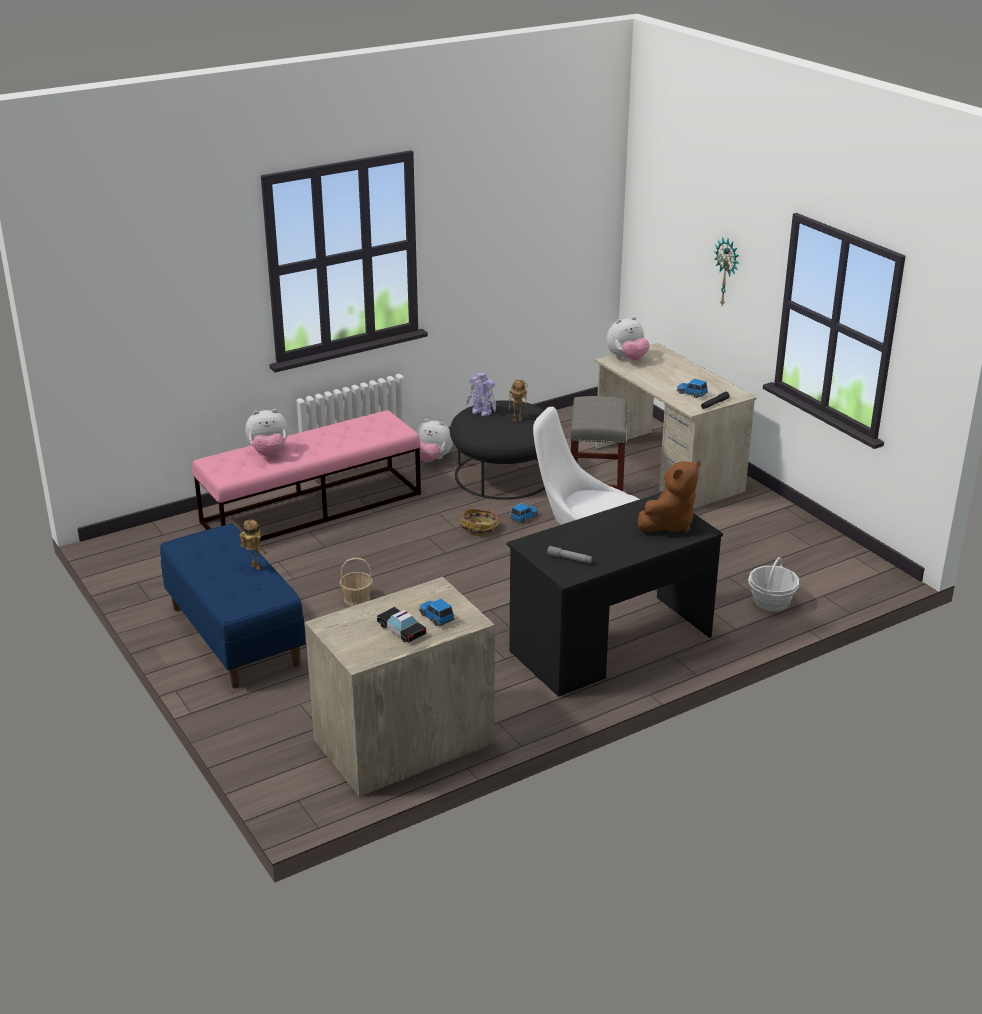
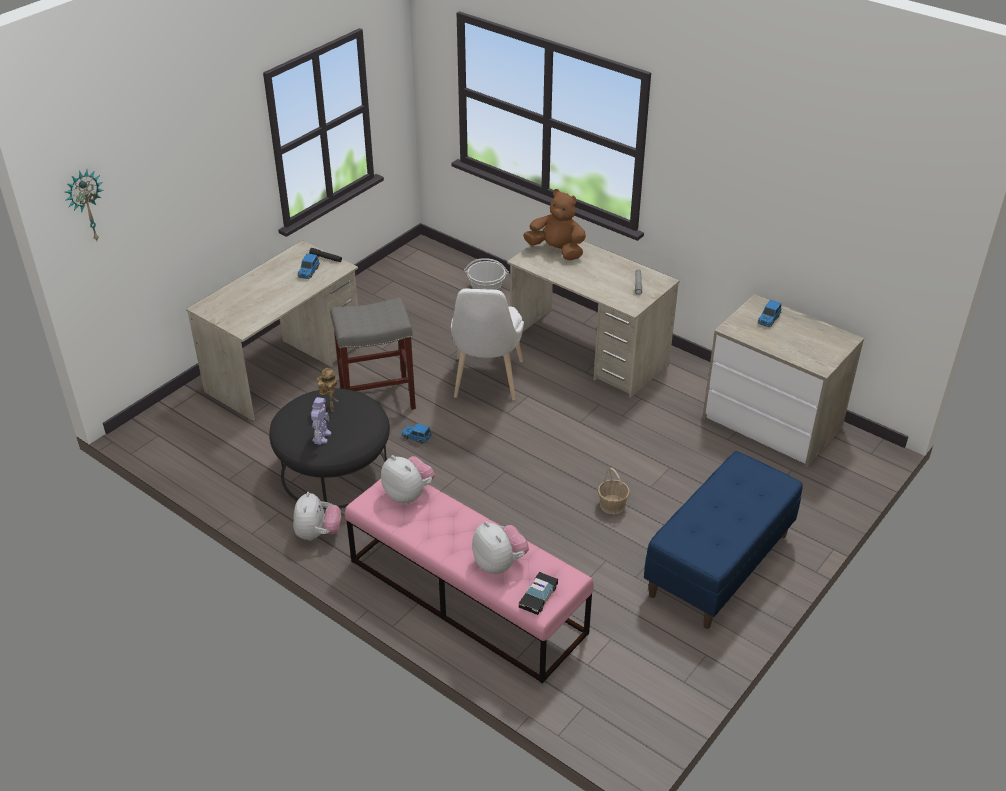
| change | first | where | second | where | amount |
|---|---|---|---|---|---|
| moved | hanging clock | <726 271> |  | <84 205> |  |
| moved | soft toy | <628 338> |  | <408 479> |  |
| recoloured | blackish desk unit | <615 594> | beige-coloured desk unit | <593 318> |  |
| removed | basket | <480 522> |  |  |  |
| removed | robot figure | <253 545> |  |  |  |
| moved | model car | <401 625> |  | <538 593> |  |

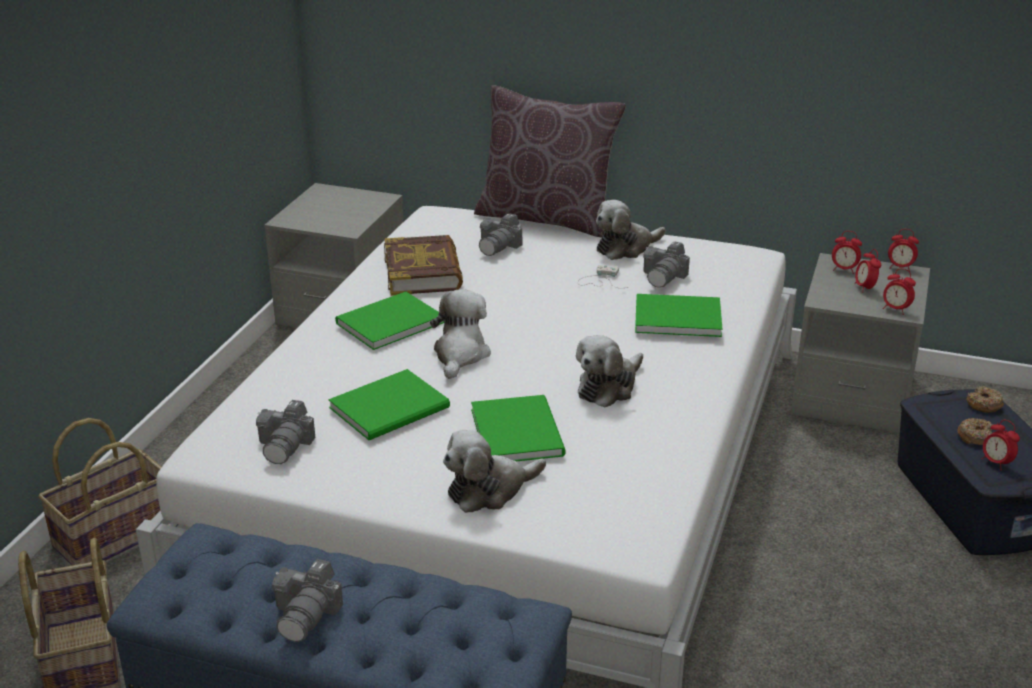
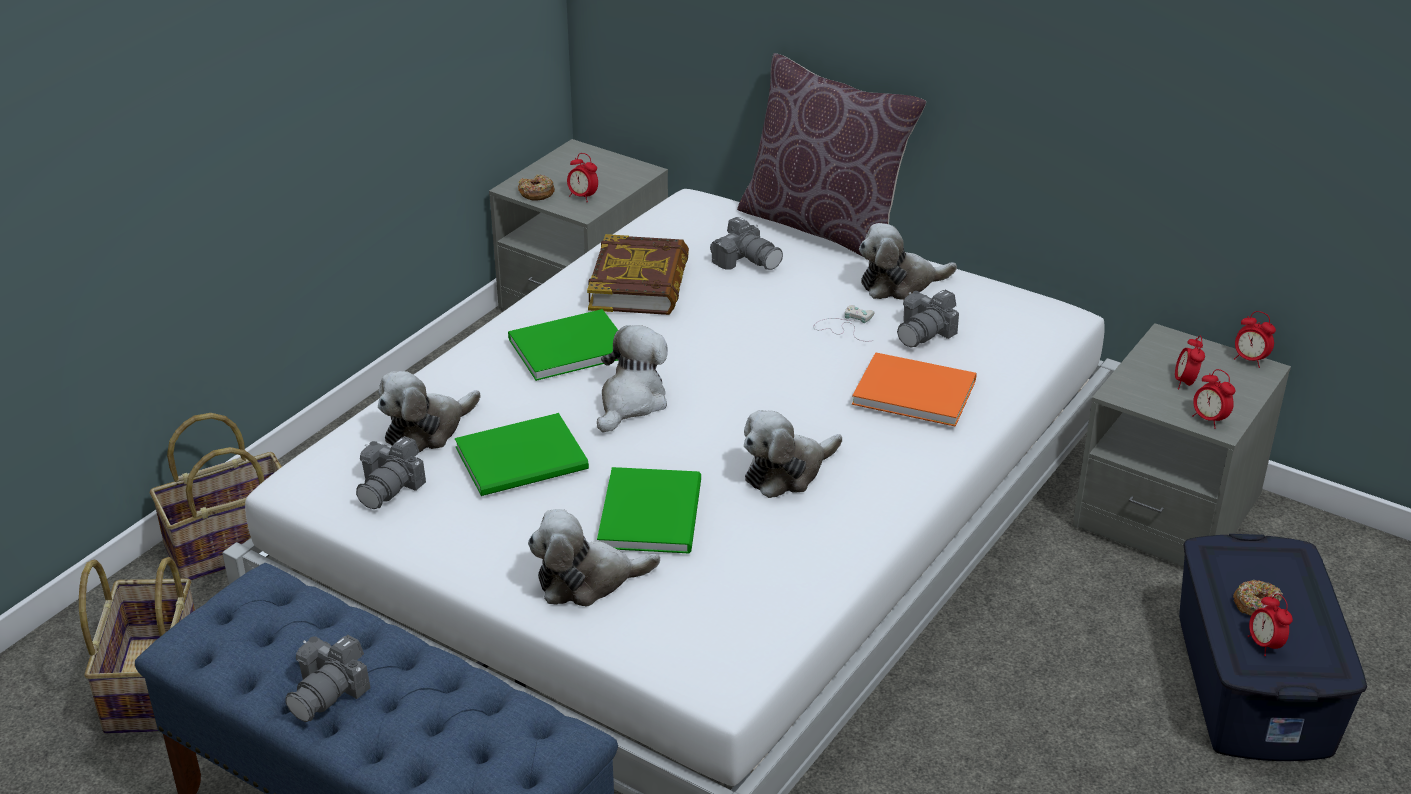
| change | first | where | second | where | amount |
|---|---|---|---|---|---|
| turned | photo camera | <500 234> |  | <746 243> | 90 degrees counterclockwise |
| moved | bedside clock | <847 252> |  | <582 177> |  |
| recoloured | green-coloured bound book | <678 315> | orangey bound book | <914 389> |  |
| moved | doughnut | <985 399> |  | <536 187> |  |
| added |  |  | soft toy | <429 411> |  |

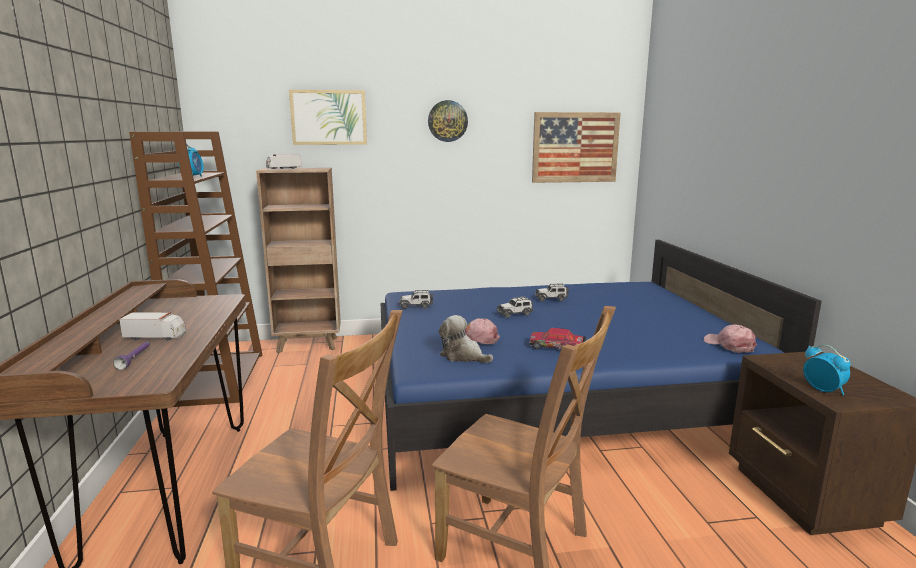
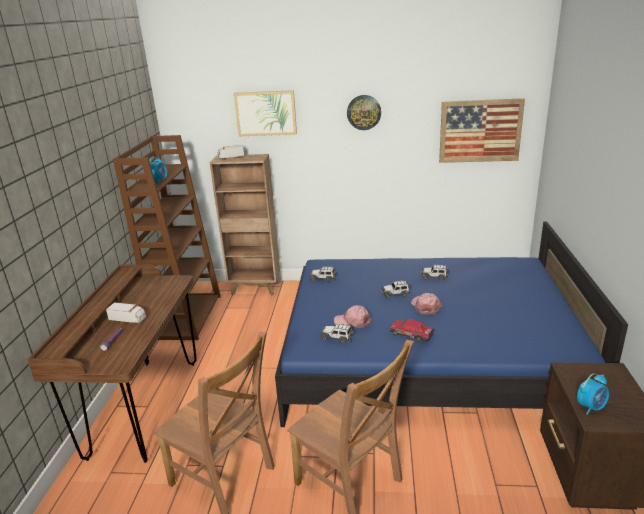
| change | first | where | second | where | amount |
|---|---|---|---|---|---|
| replaced | soft toy | <466 339> | model car | <337 333> |  |
| moved | pink-coloured peaked cap | <730 339> |  | <426 304> |  |
| turned | bedside clock | <827 370> |  | <593 394> | 75 degrees clockwise |

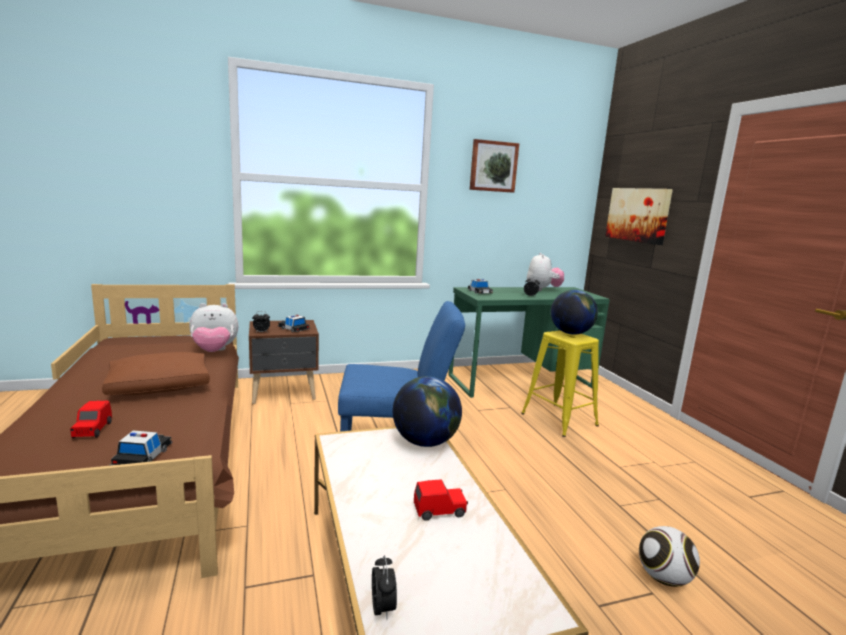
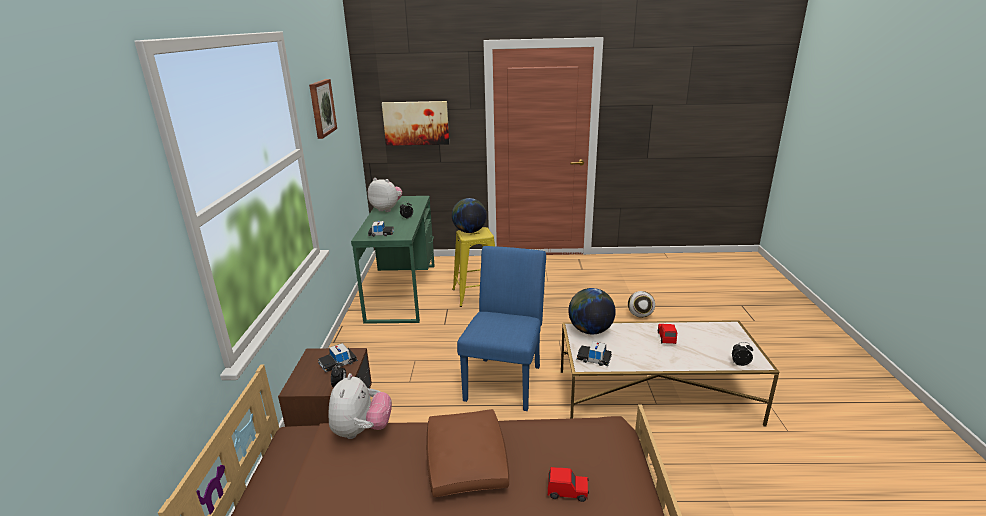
| change | first | where | second | where | amount |
|---|---|---|---|---|---|
| moved | model car | <141 448> |  | <594 353> |  |

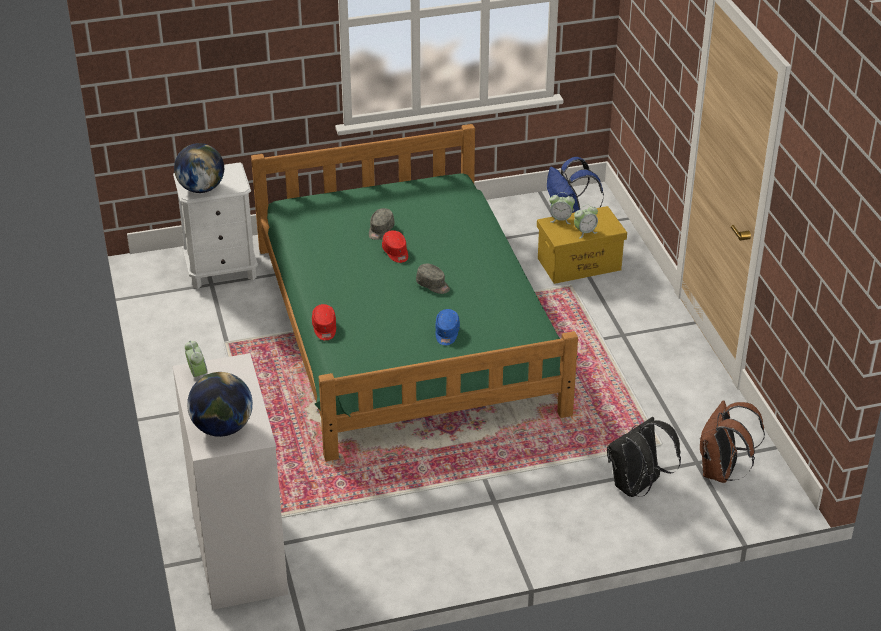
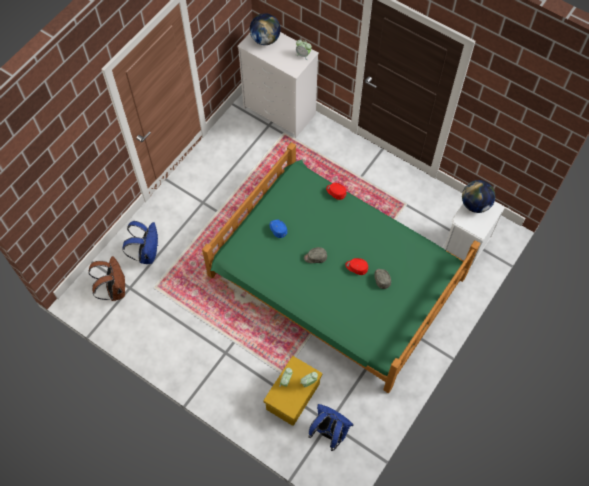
| change | first | where | second | where | amount |
|---|---|---|---|---|---|
| recoloured | blackish rucksack | <644 457> | blue-coloured rucksack | <140 242> |  |

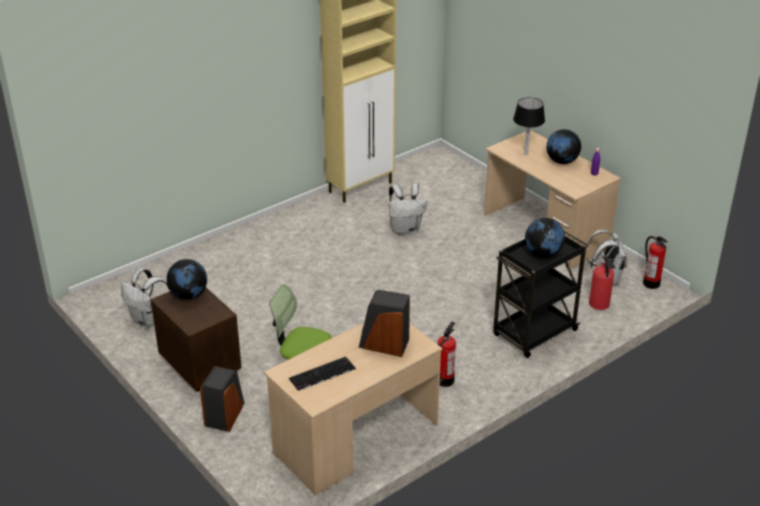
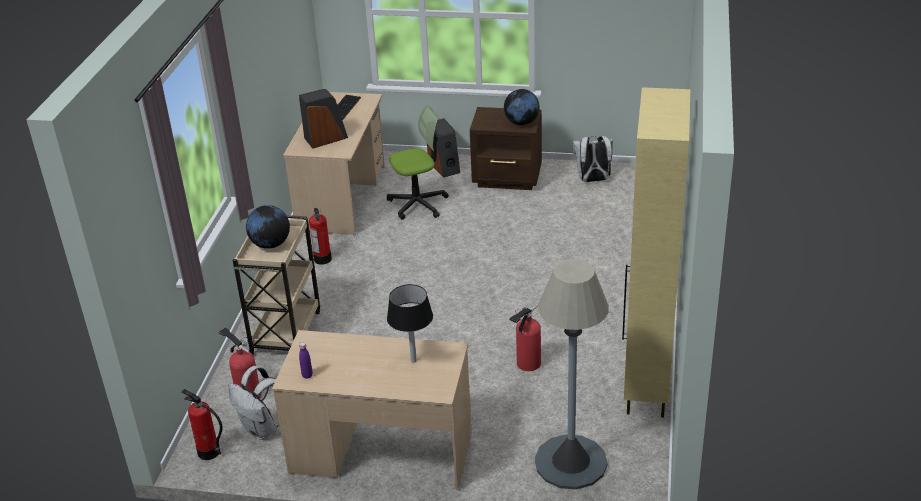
| change | first | where | second | where | amount |
|---|---|---|---|---|---|
| removed | globe | <563 146> |  |  |  |
| replaced | white-coloured rucksack | <408 209> | extinguisher | <525 337> |  |
| recoloured | blackish trolley | <540 294> | beige-coloured trolley | <276 285> |  |
| added |  |  | greyish floor lamp | <572 374> |  |

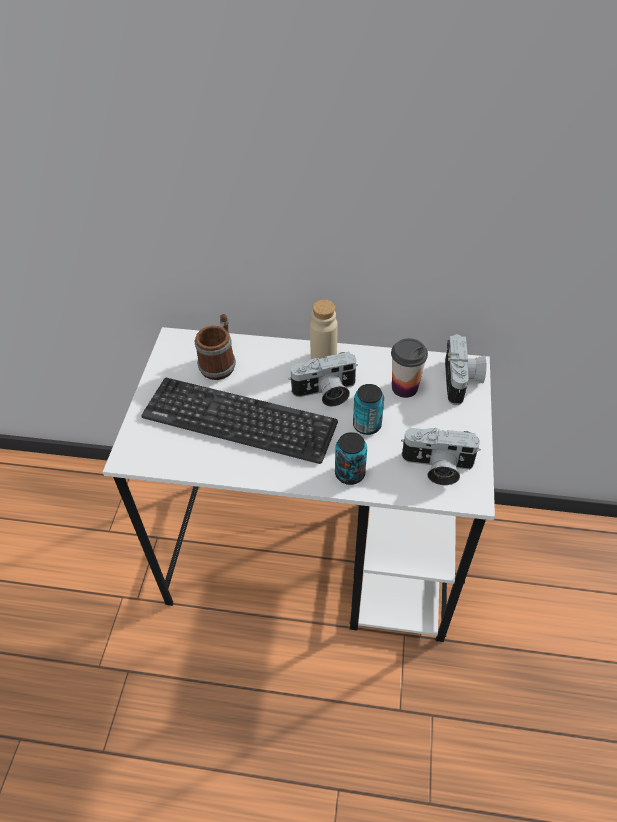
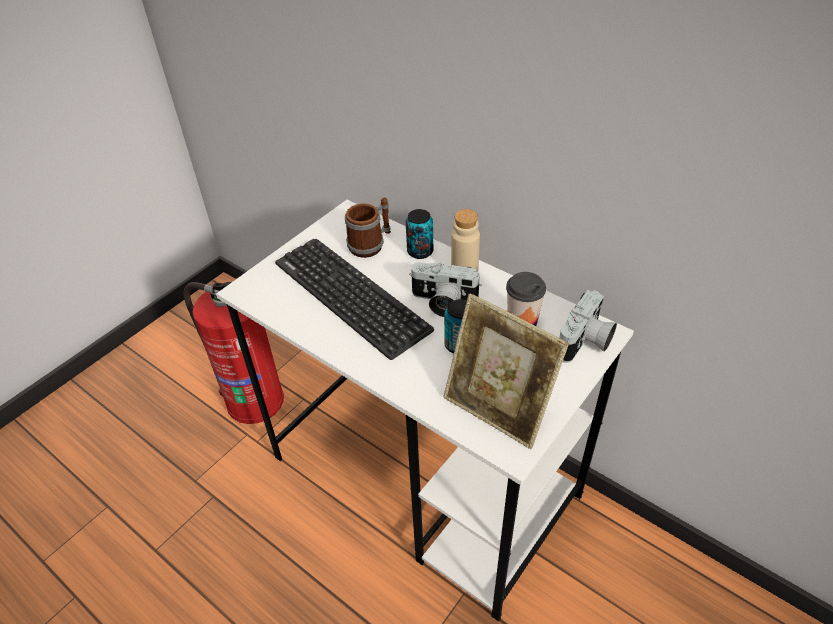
| change | first | where | second | where | amount |
|---|---|---|---|---|---|
| replaced | photo camera | <441 456> | photo frame | <506 371> |  |
| moved | sealed can | <351 458> |  | <419 234> |  |
| added |  |  | extinguisher | <233 353> |  |

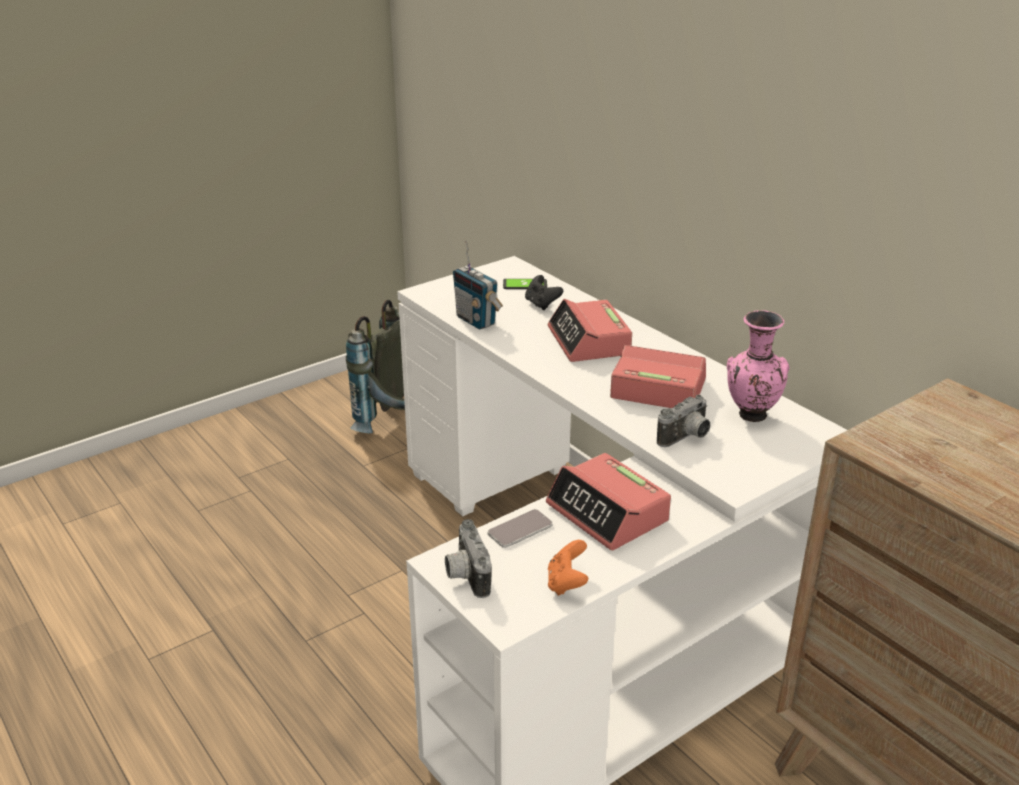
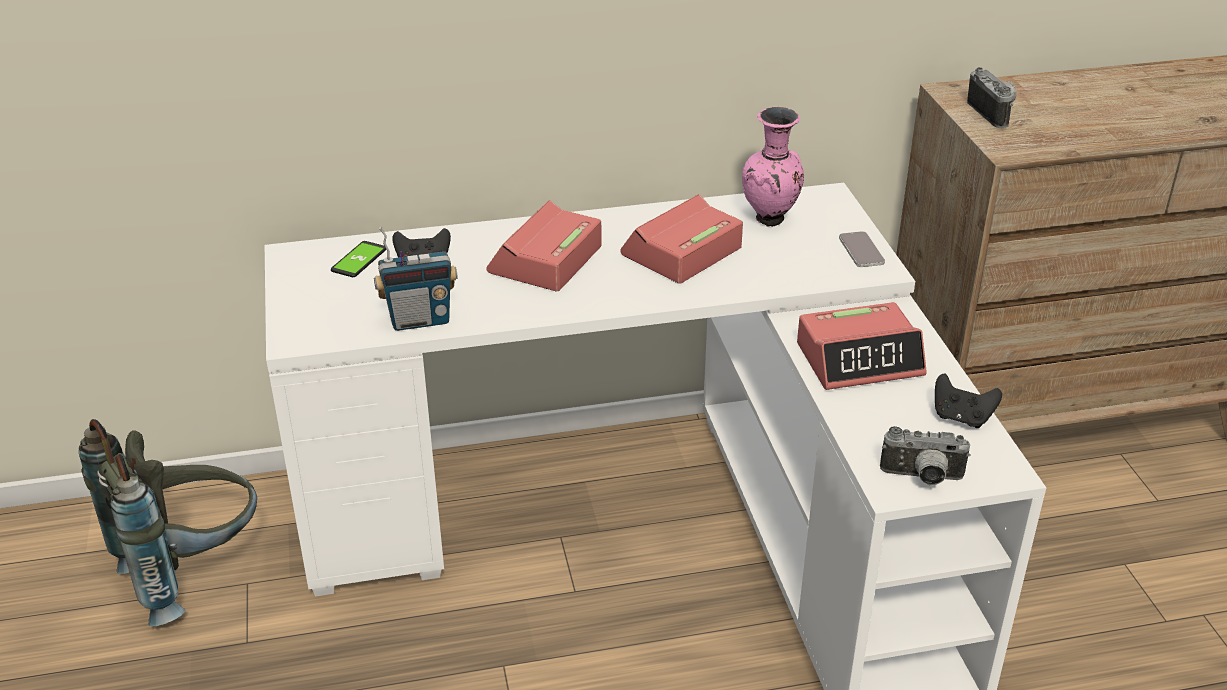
| change | first | where | second | where | amount |
|---|---|---|---|---|---|
| turned | bedside clock | <590 330> |  | <543 245> | 105 degrees clockwise |
| moved | photo camera | <683 421> |  | <991 97> |  |
| moved | phone | <520 528> |  | <862 249> |  |
| recoloured | orangey game controller | <568 568> | blackish game controller | <968 400> |  |

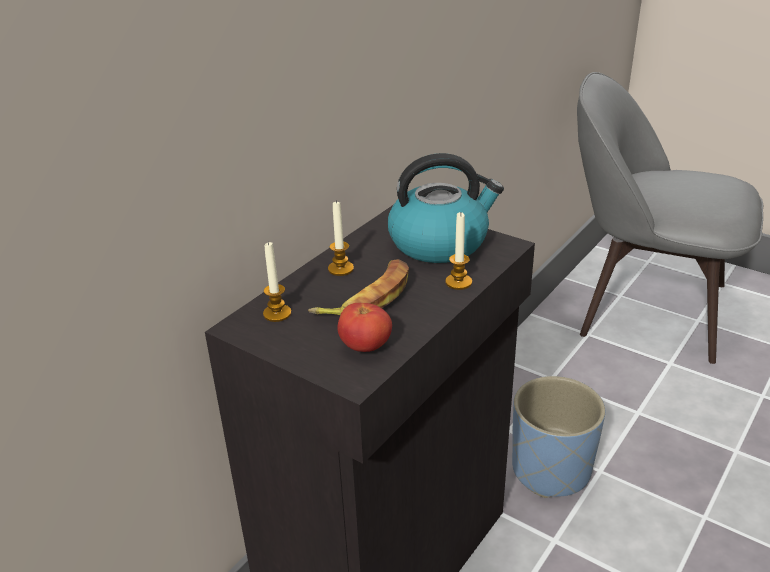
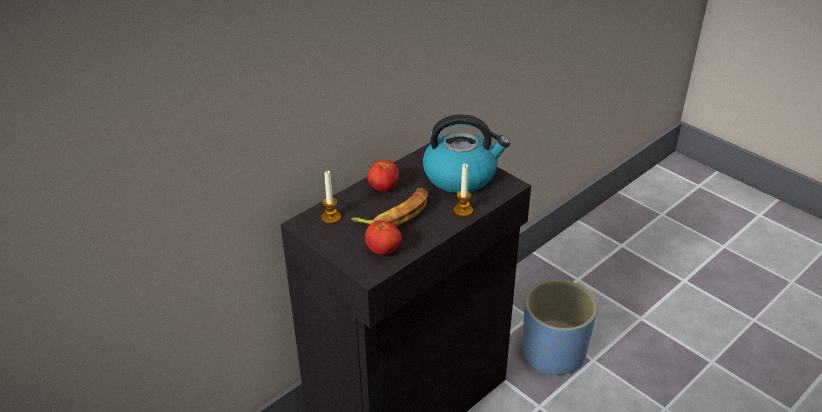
| change | first | where | second | where | amount |
|---|---|---|---|---|---|
| removed | greyish plain chair | <670 218> |  |  |  |
| replaced | candle | <341 238> | tomato | <383 175> |  |

